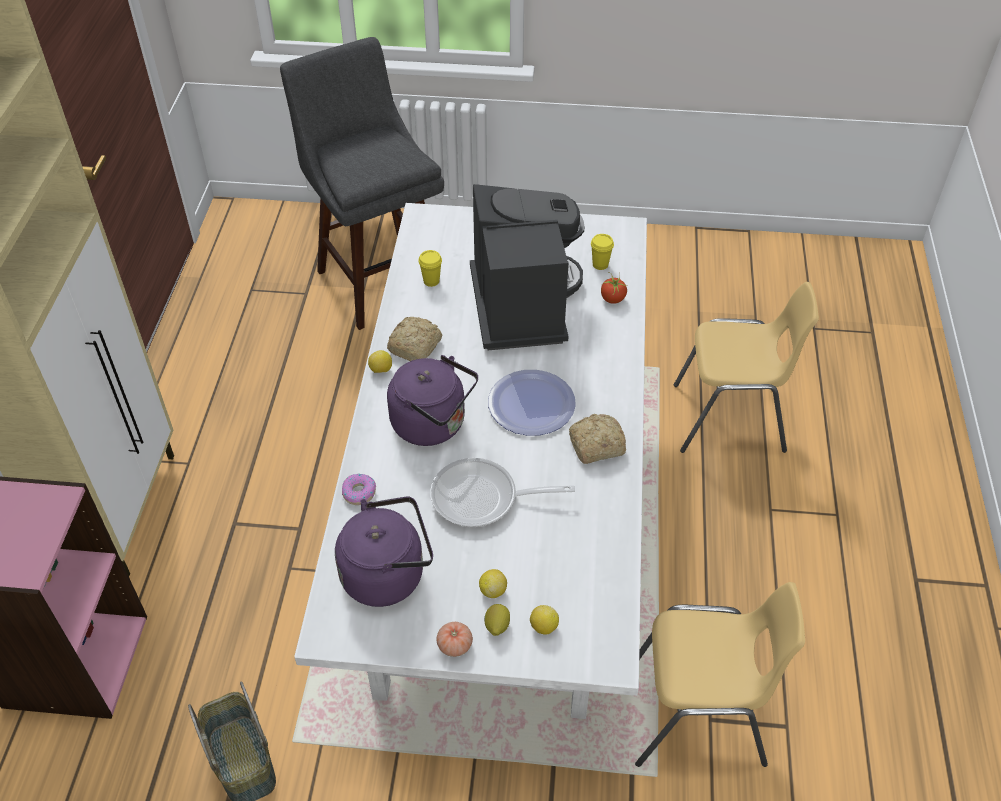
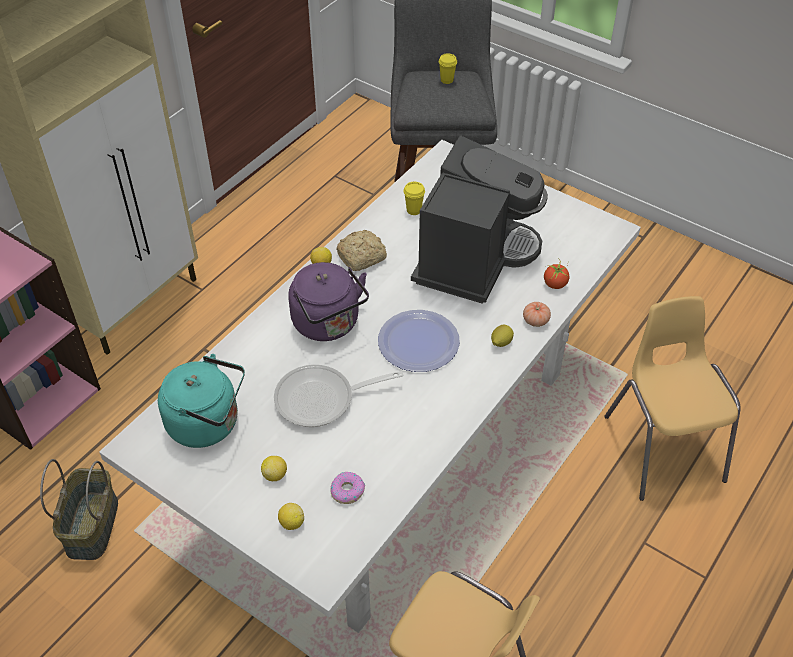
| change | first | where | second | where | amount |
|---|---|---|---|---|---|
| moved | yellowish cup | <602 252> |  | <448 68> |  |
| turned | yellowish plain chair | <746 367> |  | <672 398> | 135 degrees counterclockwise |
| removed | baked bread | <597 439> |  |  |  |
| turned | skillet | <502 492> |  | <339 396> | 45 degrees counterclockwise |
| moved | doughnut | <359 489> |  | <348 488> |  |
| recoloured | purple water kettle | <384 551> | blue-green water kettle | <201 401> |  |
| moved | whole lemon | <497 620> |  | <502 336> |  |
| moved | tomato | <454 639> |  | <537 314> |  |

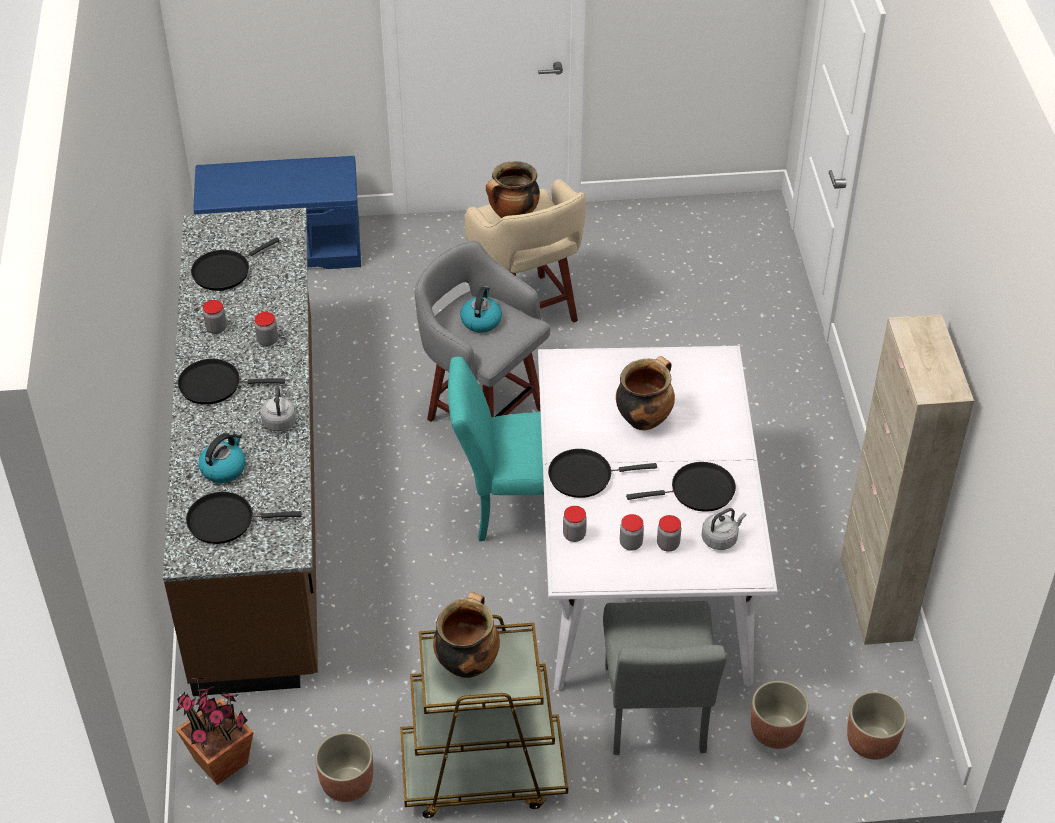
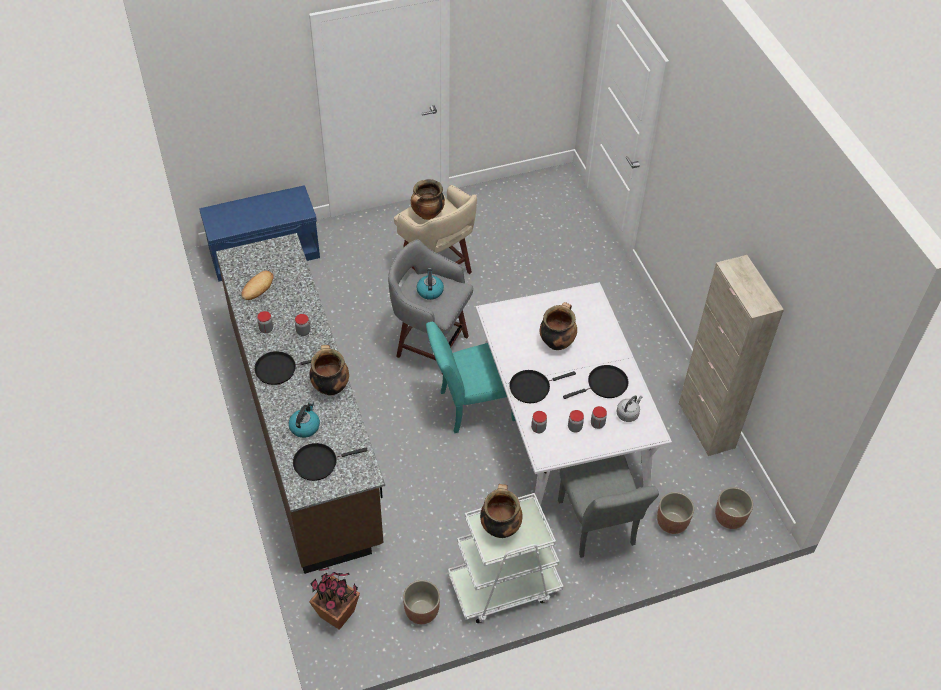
| change | first | where | second | where | amount |
|---|---|---|---|---|---|
| replaced | blackish skillet | <235 264> | baked bread | <258 285> |  |
| replaced | greyish water kettle | <278 408> | cooking pot | <329 370> |  |
| recoloured | brownish trolley | <484 716> | white-coloured trolley | <506 558> |  |

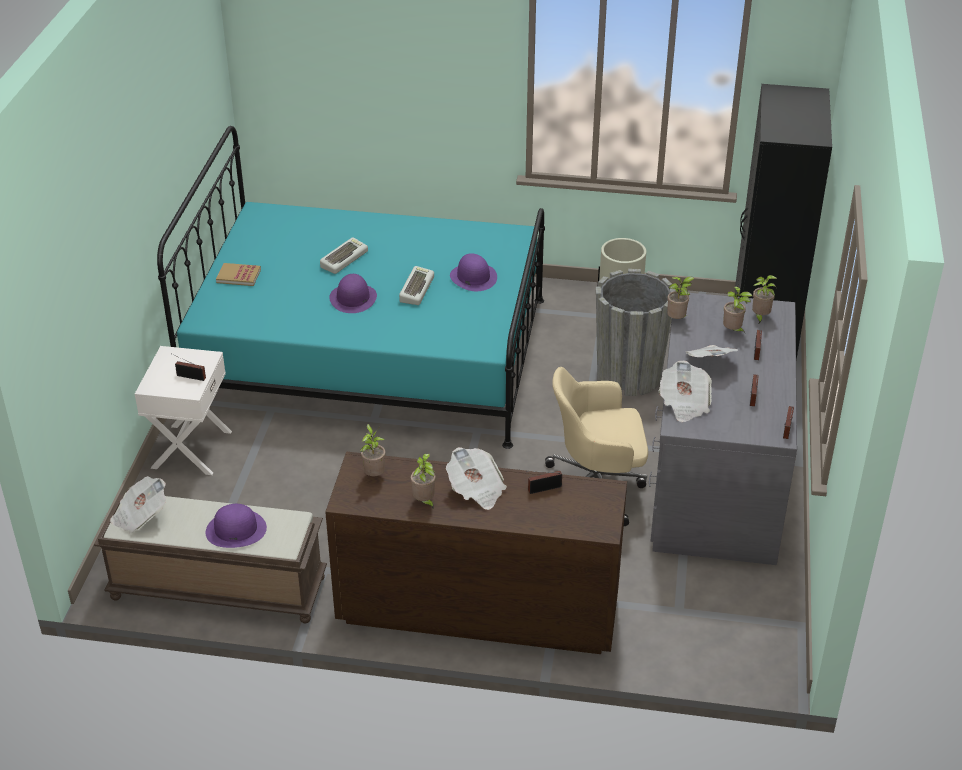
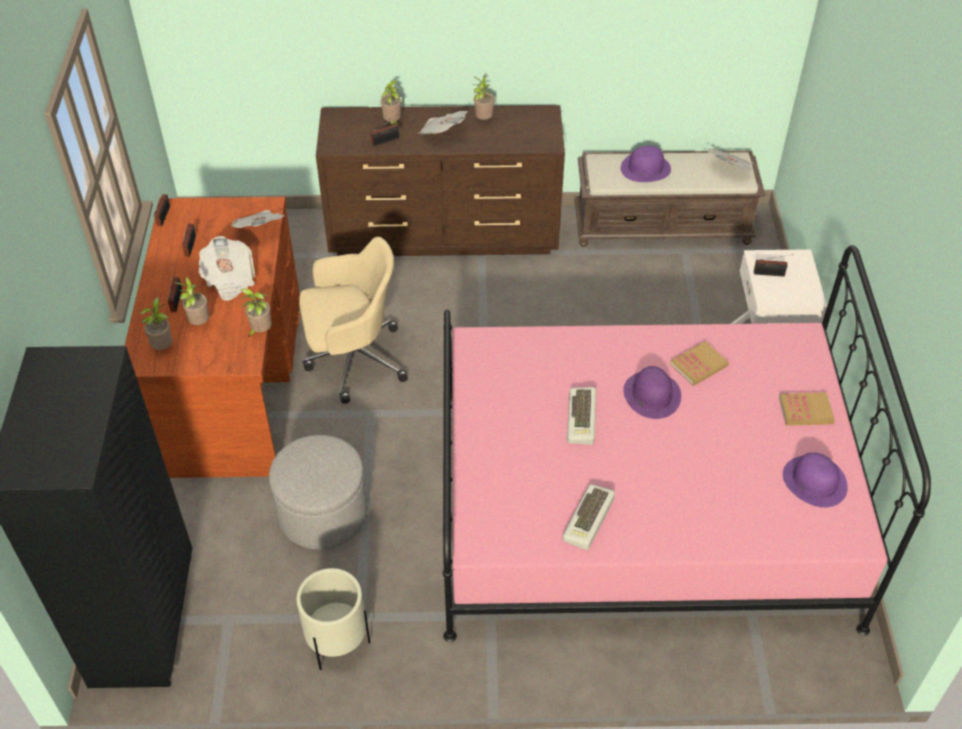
| change | first | where | second | where | amount |
|---|---|---|---|---|---|
| recoloured | blue-green sleeping bed | <351 287> | pink-coloured sleeping bed | <687 443> |  |
| moved | PC keyboard | <344 255> |  | <588 517> |  |
| moved | purple wearable hat | <473 272> |  | <815 480> |  |
| replaced | greyish flower pot | <635 332> | greyish ottoman | <318 492> |  |
| recoloured | greyish desk unit | <723 429> | brownish desk unit | <212 337> |  |
| moved | houseplant | <373 450> |  | <391 103> |  |
| added |  |  | bound book | <699 363> |  |

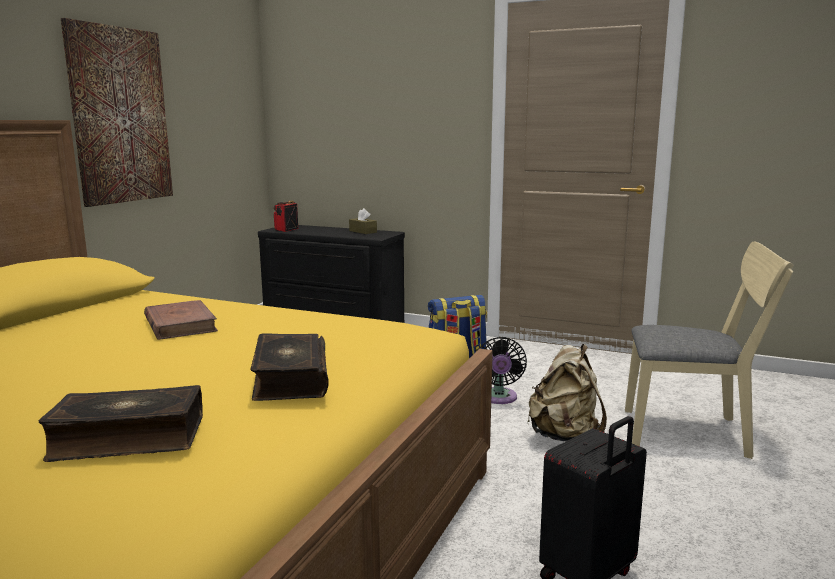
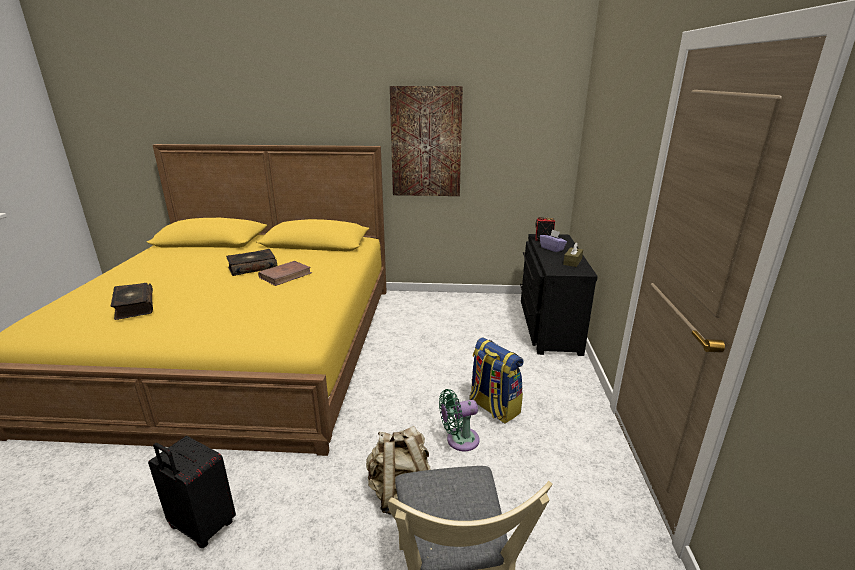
| change | first | where | second | where | amount |
|---|---|---|---|---|---|
| moved | bound book | <290 367> |  | <251 262> |  |
| recoloured | blackish electric fan | <503 370> | green-coloured electric fan | <459 420> |  |
| added |  |  | purple tissue box | <553 241> |  |

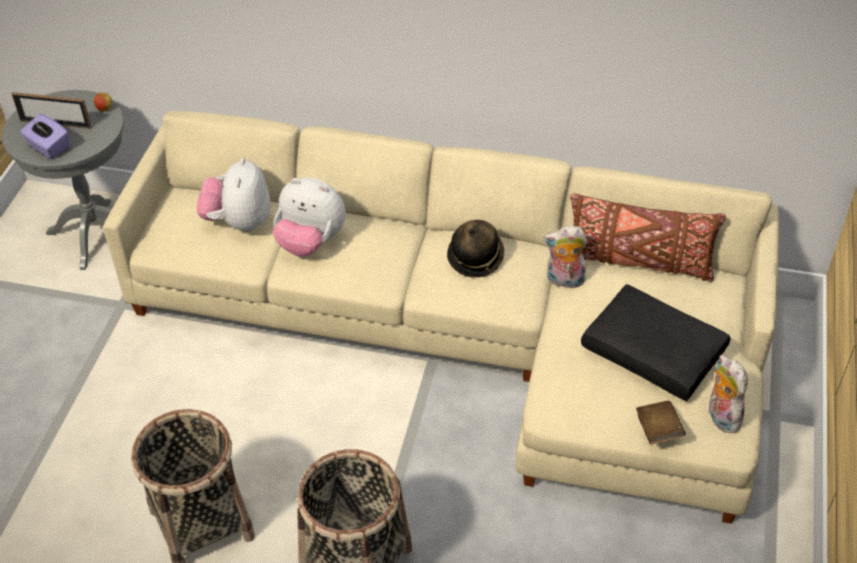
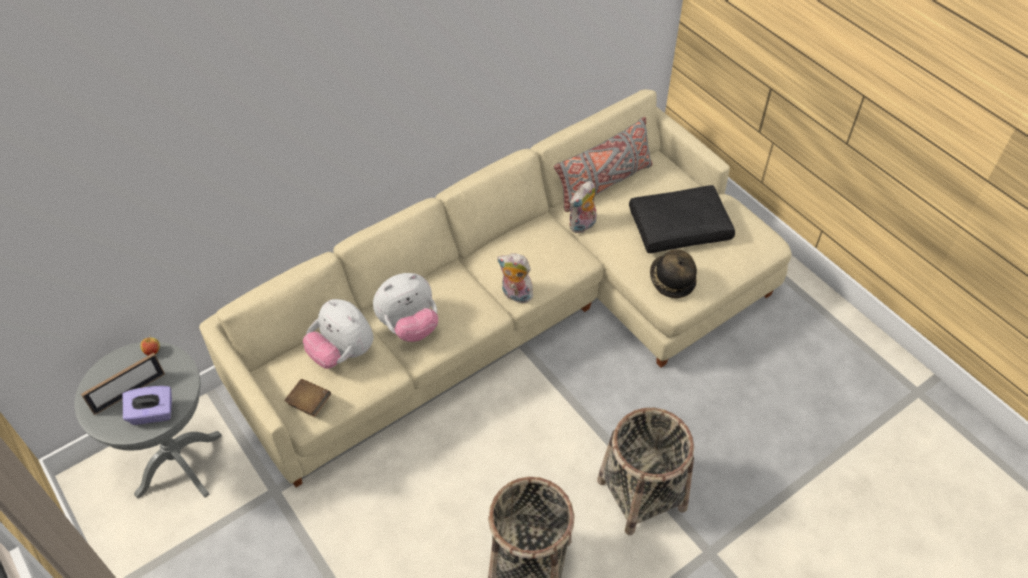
| change | first | where | second | where | amount |
|---|---|---|---|---|---|
| recoloured | brownish cushion | <648 237> | greyish cushion | <603 164> |  |
| moved | wearable hat | <475 248> |  | <673 273> |  |
| moved | soft toy | <728 394> |  | <515 278> |  |
| moved | brownish bound book | <660 423> |  | <307 398> |  |

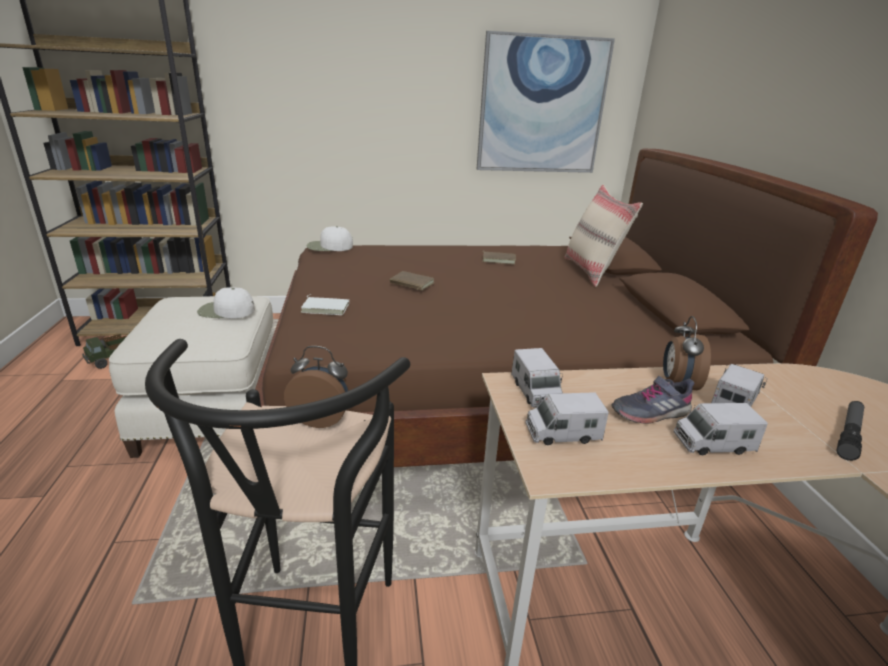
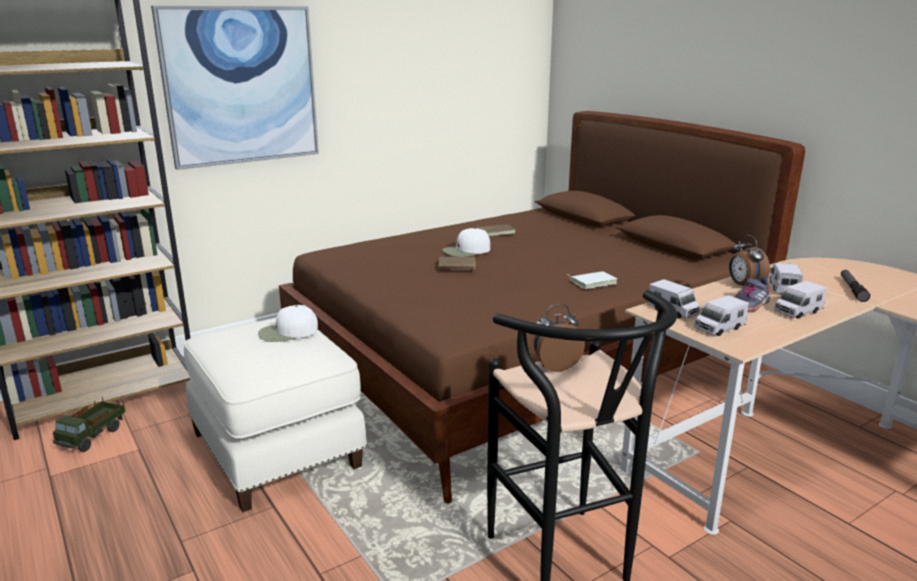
| change | first | where | second | where | amount |
|---|---|---|---|---|---|
| moved | wall picture | <546 102> |  | <235 88> |  |
| removed | beige-coloured cushion | <603 236> |  |  |  |
| moved | white-coloured peaked cap | <330 238> |  | <466 242> |  |
| moved | white-coloured bound book | <325 304> |  | <592 280> |  |

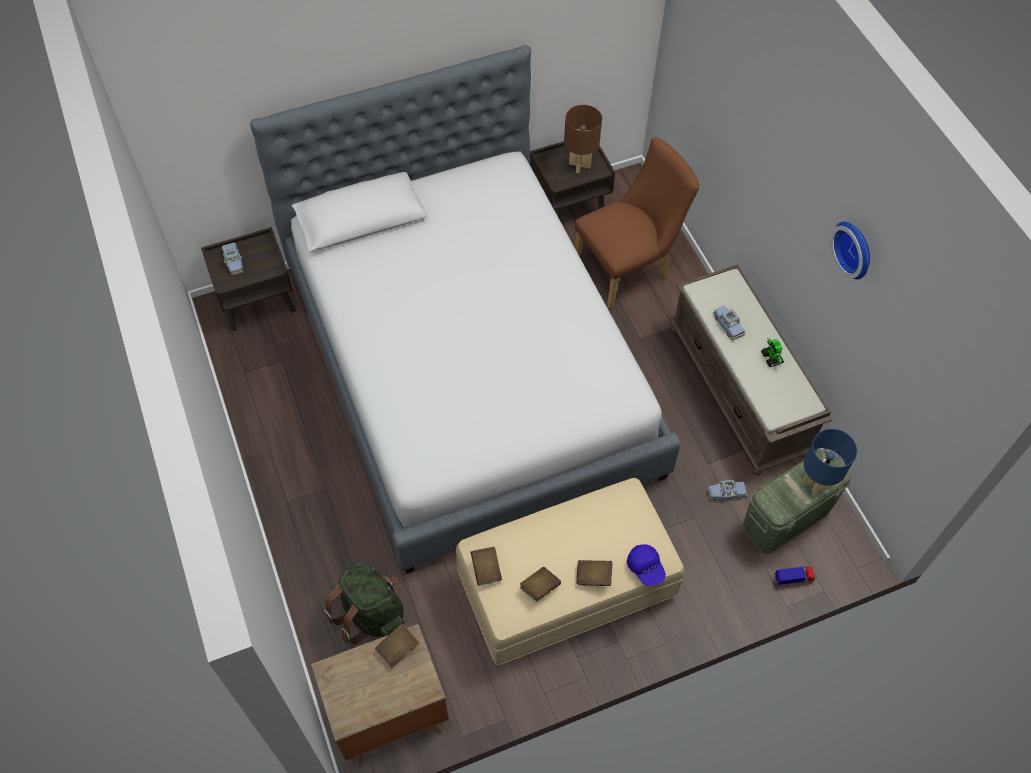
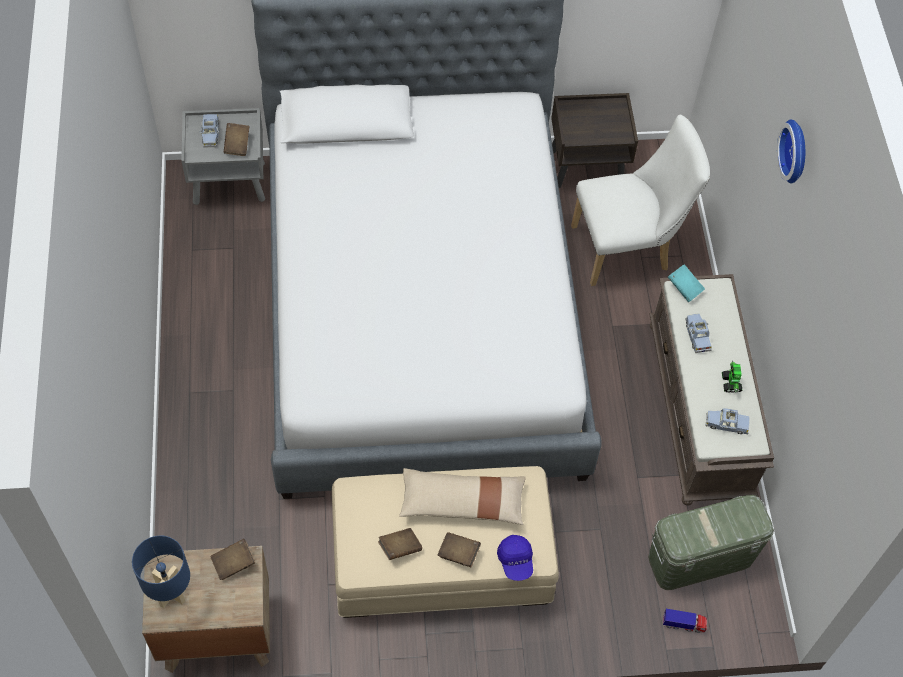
| change | first | where | second | where | amount |
|---|---|---|---|---|---|
| removed | brownish table lamp | <583 139> |  |  |  |
| recoloured | brownish plain chair | <637 223> | white-coloured plain chair | <640 200> |  |
| moved | hanging clock | <850 251> |  | <791 151> |  |
| recoloured | brownish night table | <248 279> | greyish night table | <223 156> |  |
| moved | blue-coloured table lamp | <829 462> |  | <161 572> |  |
| moved | blue-coloured model car | <727 490> |  | <727 421> |  |
| moved | brownish bound book | <486 566> |  | <236 139> |  |
| removed | green-coloured rucksack | <364 603> |  |  |  |
| added |  |  | blue-green bound book | <686 283> |  |
| added |  |  | beige-coloured cushion | <462 496> |  |

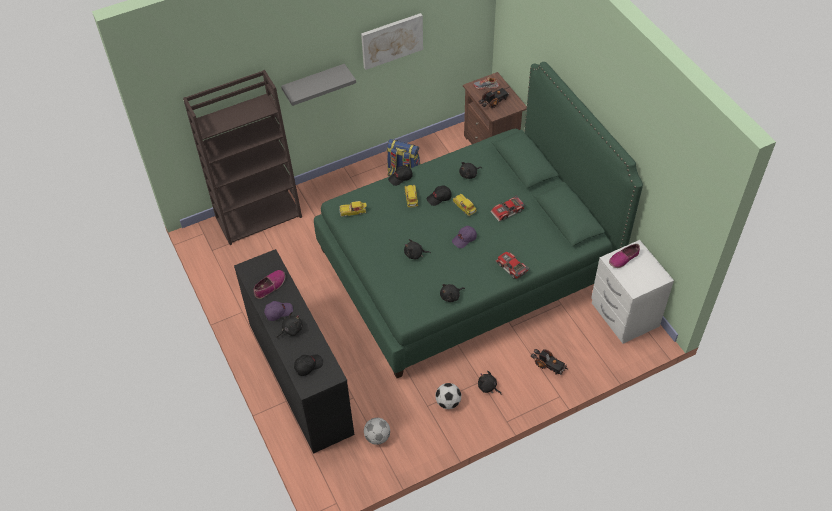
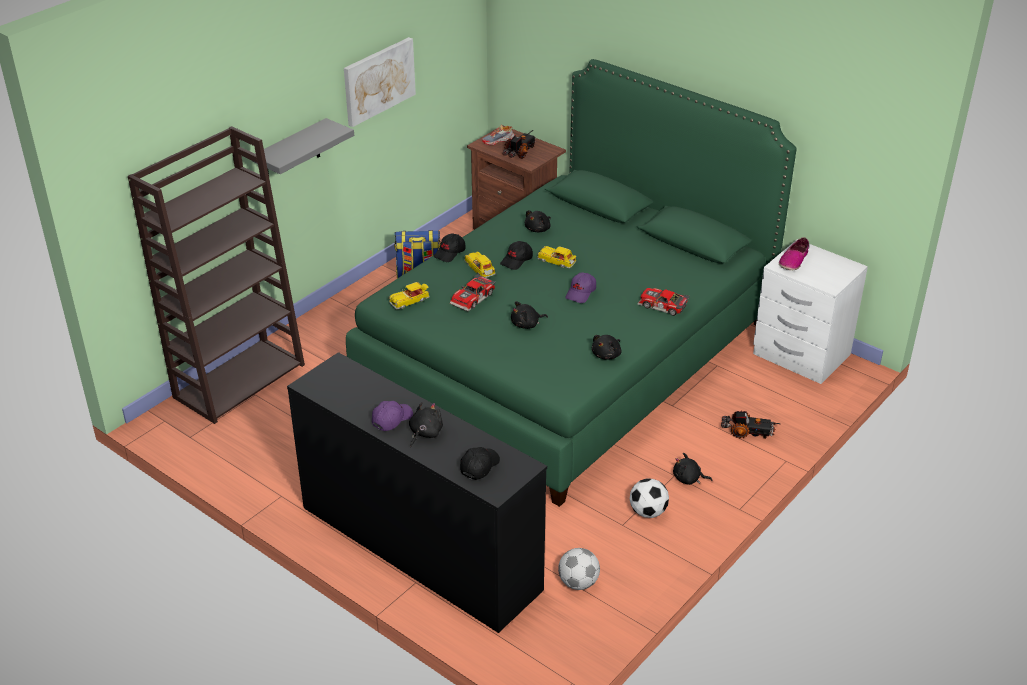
| change | first | where | second | where | amount |
|---|---|---|---|---|---|
| moved | model car | <507 208> |  | <473 293> |  |
| removed | low shoe | <269 284> |  |  |  |

